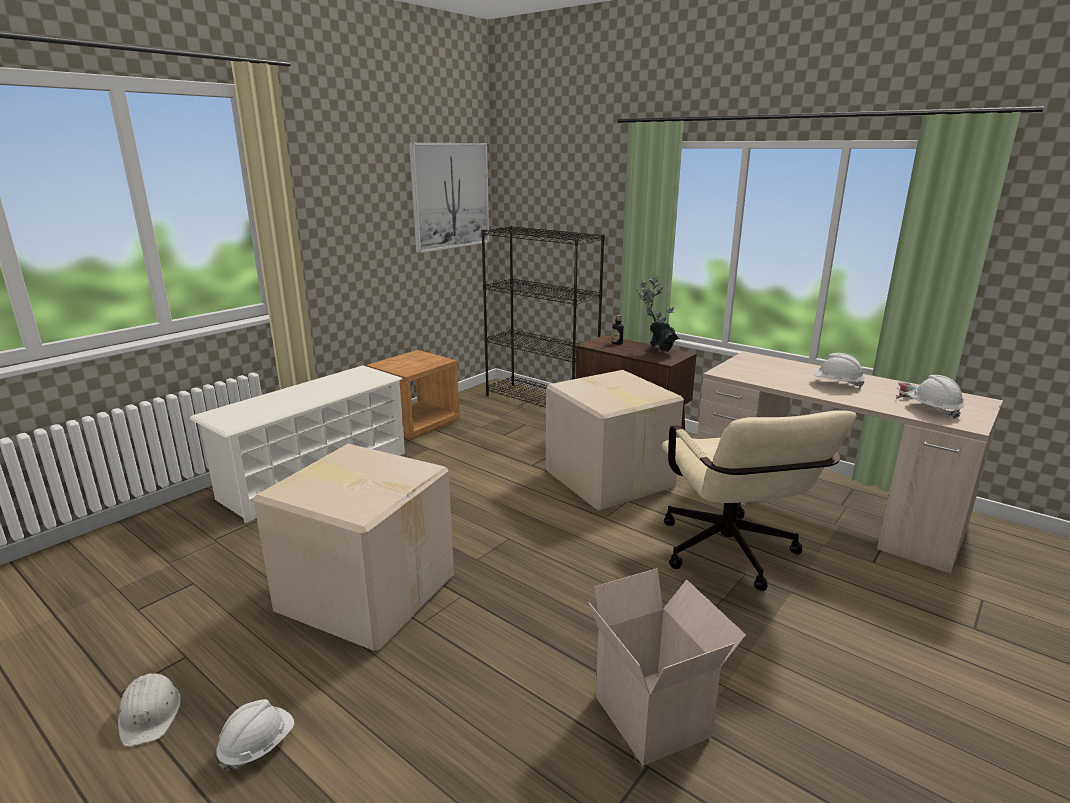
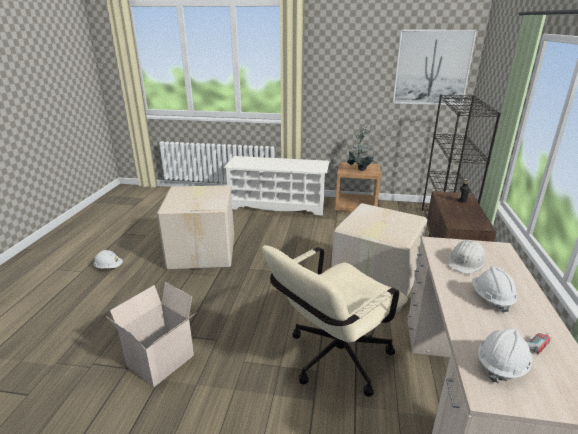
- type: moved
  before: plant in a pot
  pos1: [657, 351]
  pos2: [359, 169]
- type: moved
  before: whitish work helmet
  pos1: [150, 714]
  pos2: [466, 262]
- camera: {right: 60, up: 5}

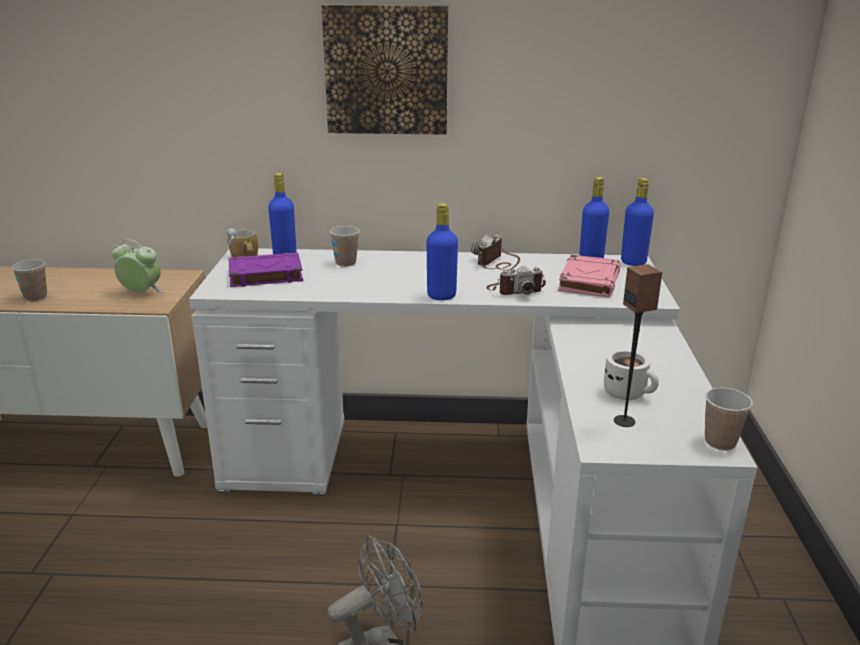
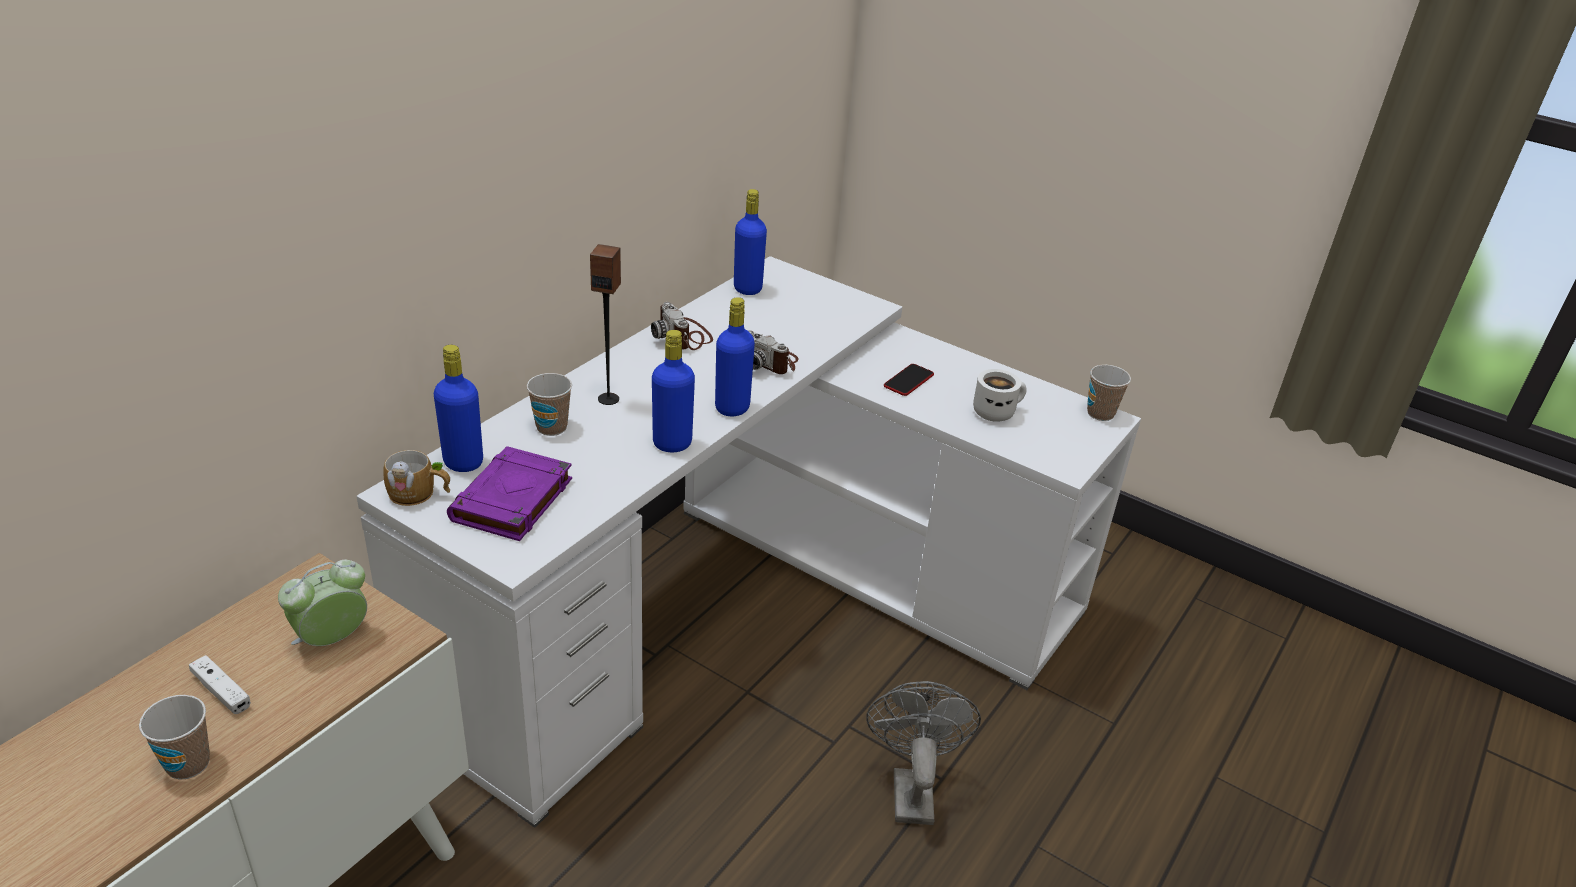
- type: added
  after: whitish game controller
  pos2: [221, 691]
- type: moved
  before: speaker
  pos1: [624, 421]
  pos2: [608, 399]
- type: moved
  before: blue beverage bottle
  pos1: [633, 262]
  pos2: [672, 443]
- type: turned
  before: still camera
  pos1: [515, 290]
  pos2: [769, 361]
  turn: 105
- type: added
  after: phone
  pos2: [908, 381]
- type: removed
  before: wall art
  pos1: [386, 70]
- type: removed
  before: pinkish volume
  pos1: [589, 281]
- camera: {right: -60, up: 10}

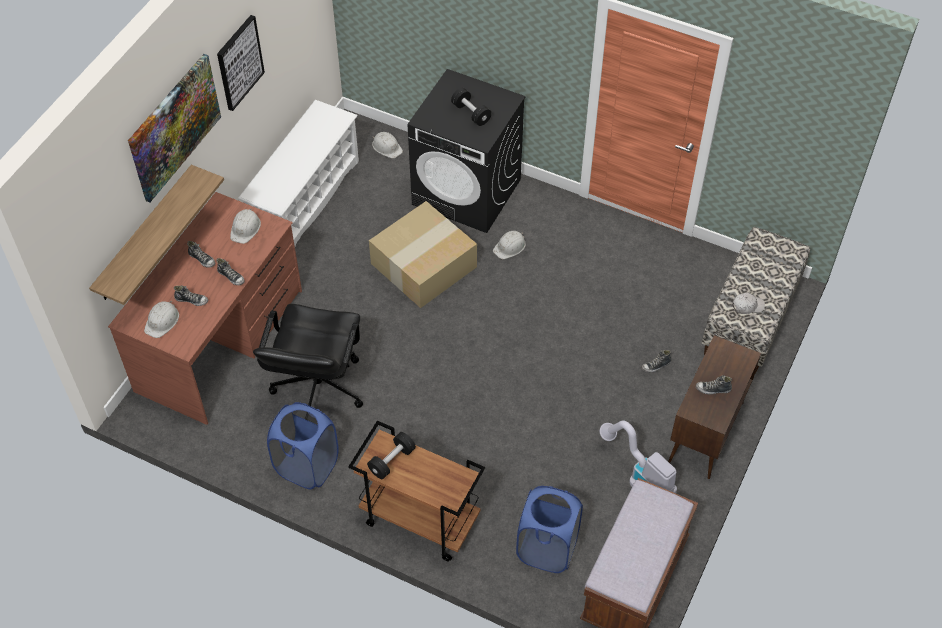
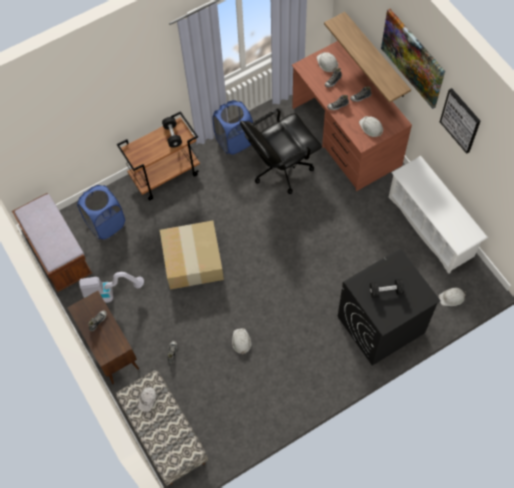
- type: moved
  before: cardboard box
  pos1: [423, 266]
  pos2: [191, 259]
- type: moved
  before: whitish work helmet
  pos1: [510, 247]
  pos2: [241, 341]
- type: turned
  before: black office chair
  pos1: [317, 388]
  pos2: [280, 167]
  turn: -75
- camera: {right: 125, up: 10}

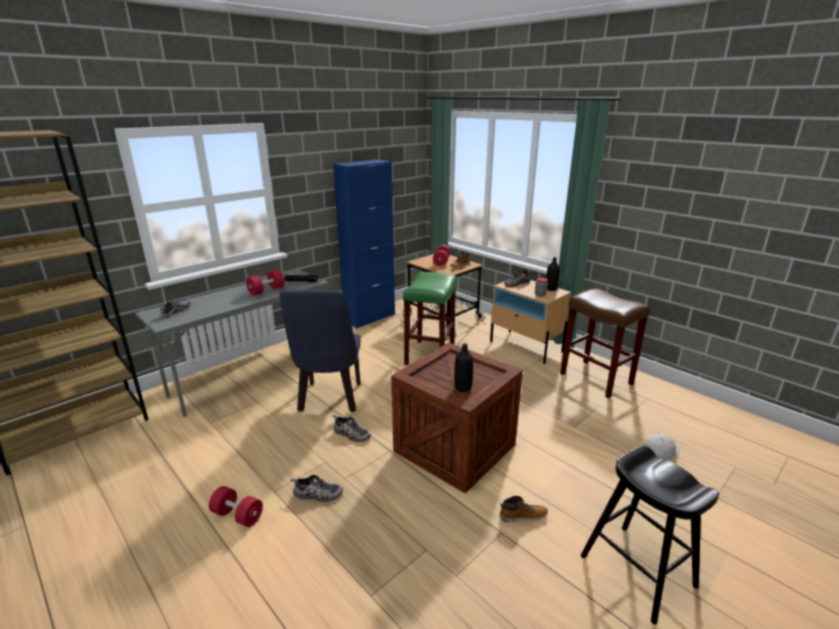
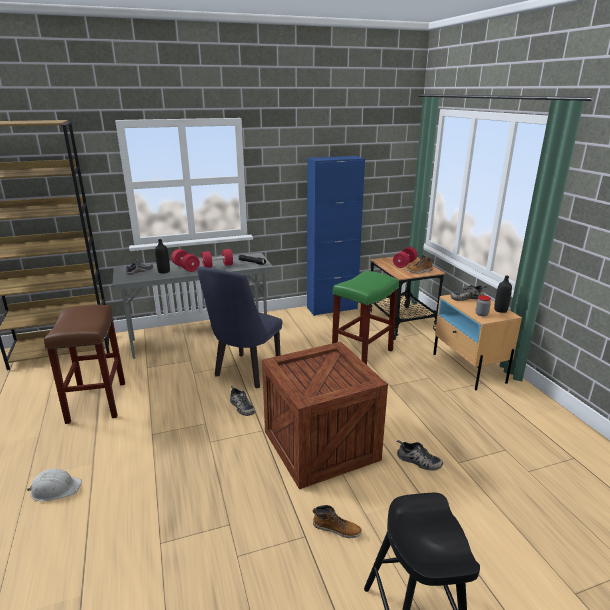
- type: moved
  before: whitish work helmet
  pos1: [659, 452]
  pos2: [55, 489]
- type: moved
  before: brown stool
  pos1: [595, 378]
  pos2: [96, 401]
- type: moved
  before: black beverage bottle
  pos1: [463, 387]
  pos2: [164, 271]
- type: moved
  before: reddish dumbbell
  pos1: [237, 515]
  pos2: [186, 268]
- type: moved
  before: item of footwear
  pos1: [317, 495]
  pos2: [418, 461]
- camera: {right: 25, up: 0}

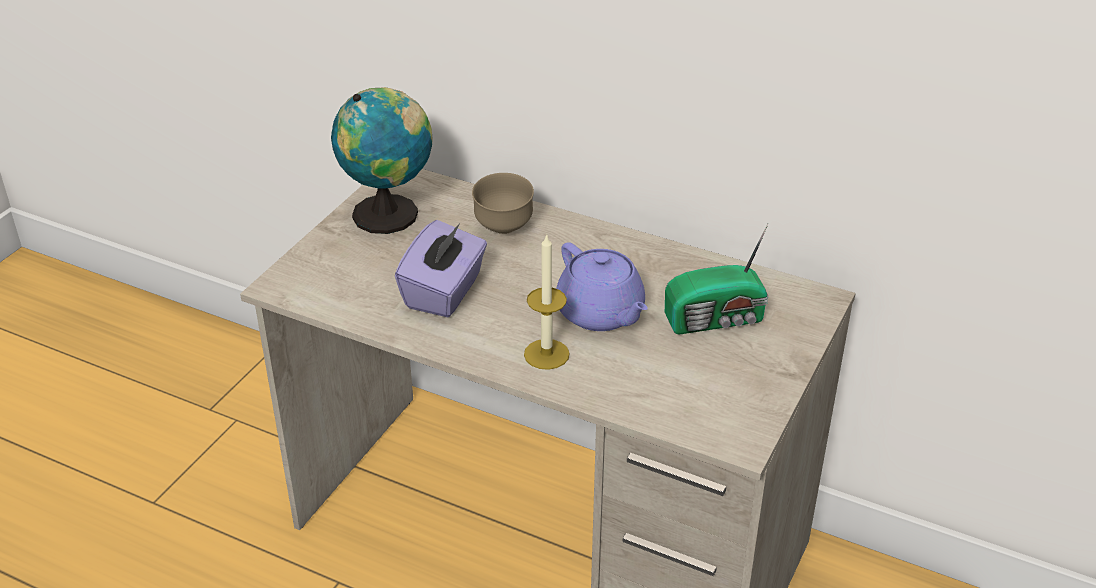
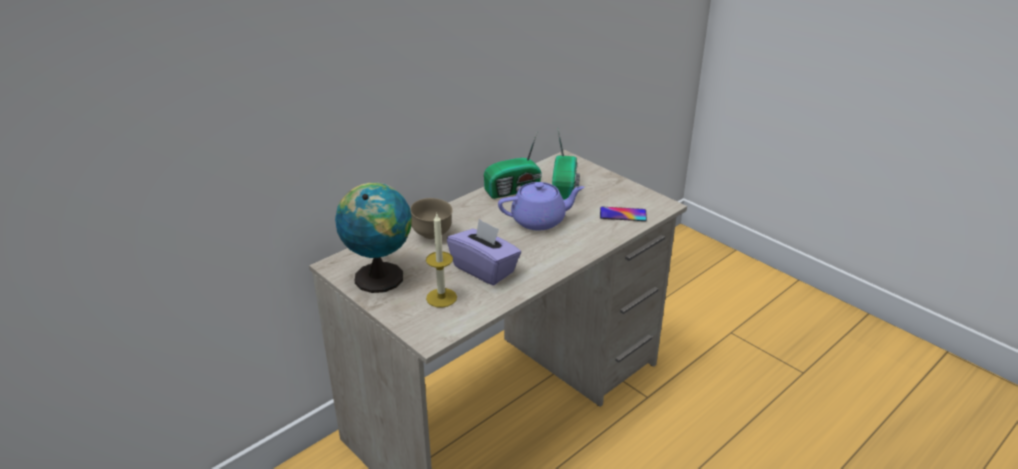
- type: moved
  before: wax candle
  pos1: [546, 354]
  pos2: [441, 298]
- type: added
  after: radio
  pos2: [514, 190]
- type: added
  after: phone
  pos2: [623, 214]
- camera: {right: -70, up: -5}

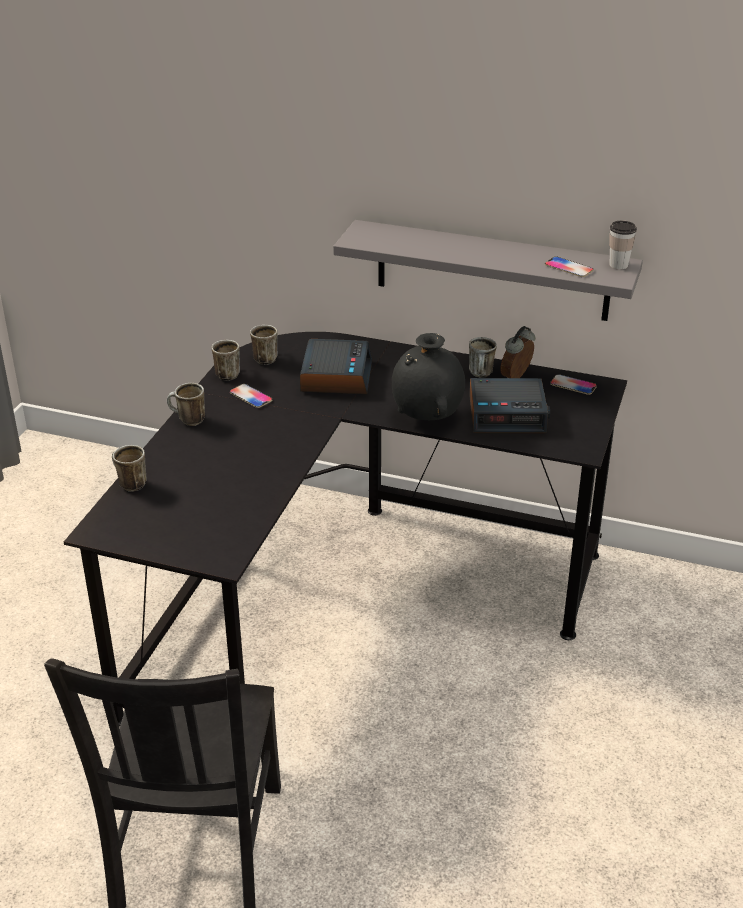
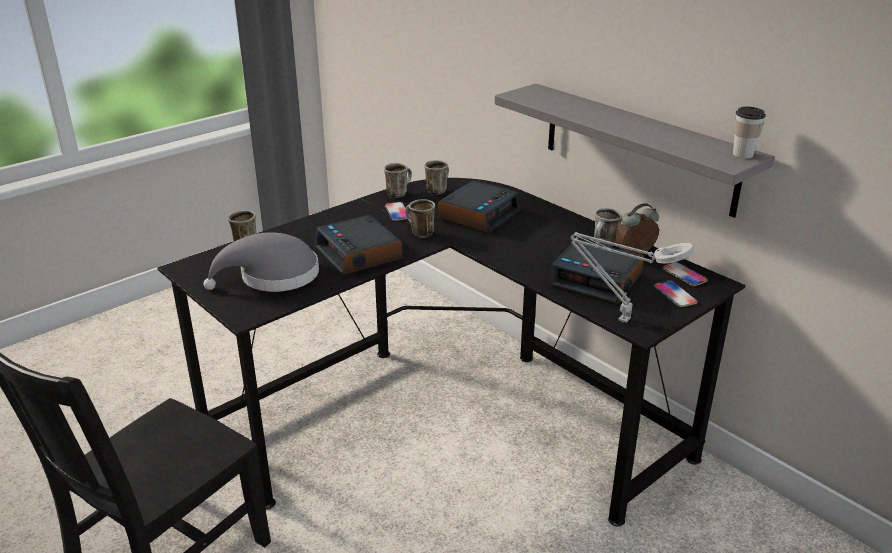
- type: added
  after: greyish hat
  pos2: [273, 277]
- type: added
  after: table clock
  pos2: [359, 254]
- type: moved
  before: tea mug
  pos1: [187, 421]
  pos2: [418, 233]
- type: added
  after: greyish lamp for a table
  pos2: [620, 319]
- type: moved
  before: phone
  pos1: [568, 268]
  pos2: [675, 294]
- type: removed
  before: black flower vase
  pos1: [427, 418]
- camera: {right: 30, up: -5}

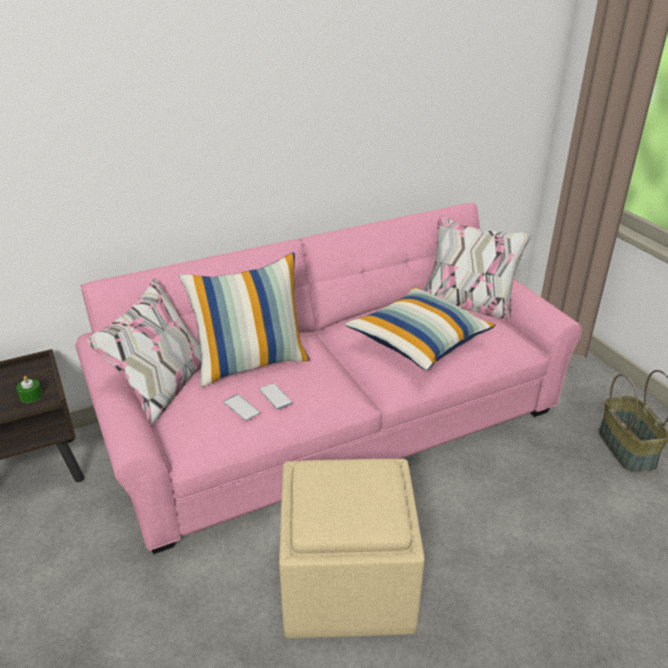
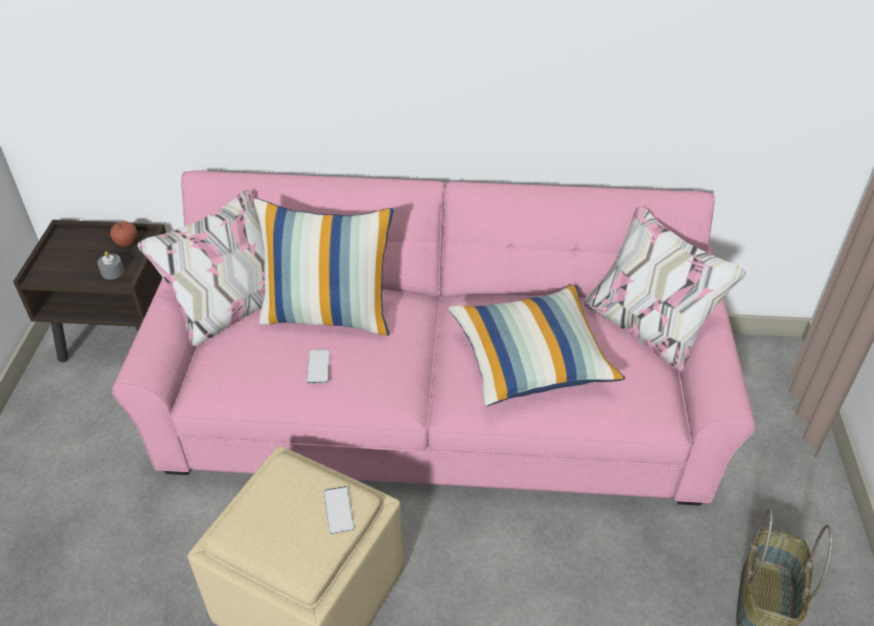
- type: recoloured
  before: green wax candle
  after: greyish wax candle
  pos1: [31, 396]
  pos2: [112, 272]
- type: added
  after: apple fruit
  pos2: [126, 243]
- type: moved
  before: phone
  pos1: [241, 407]
  pos2: [338, 510]
- camera: {right: 30, up: 10}

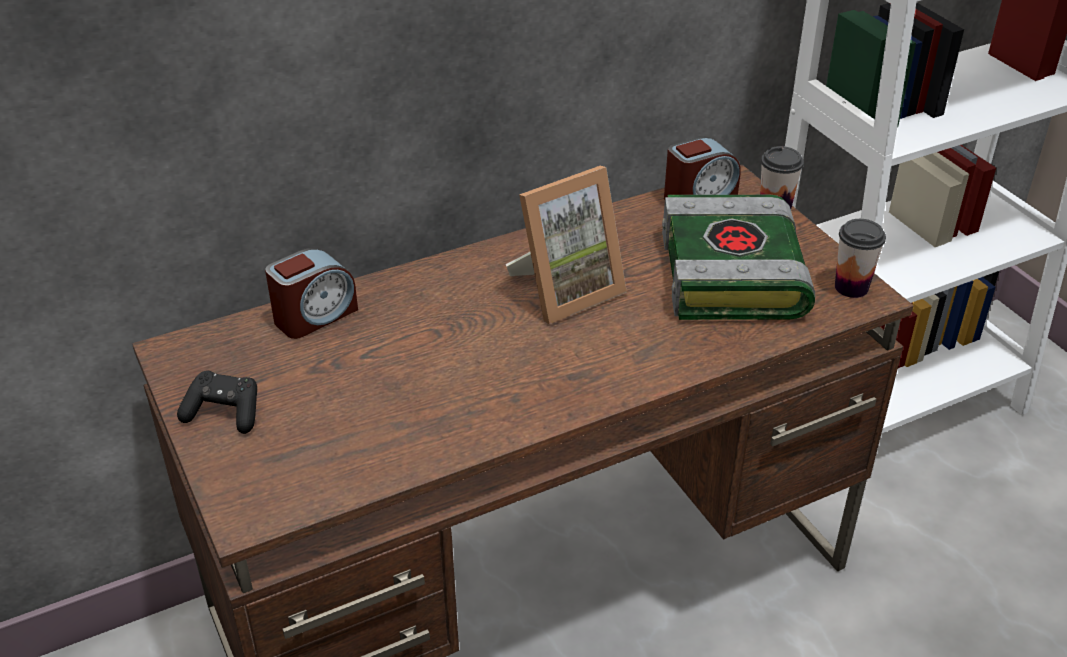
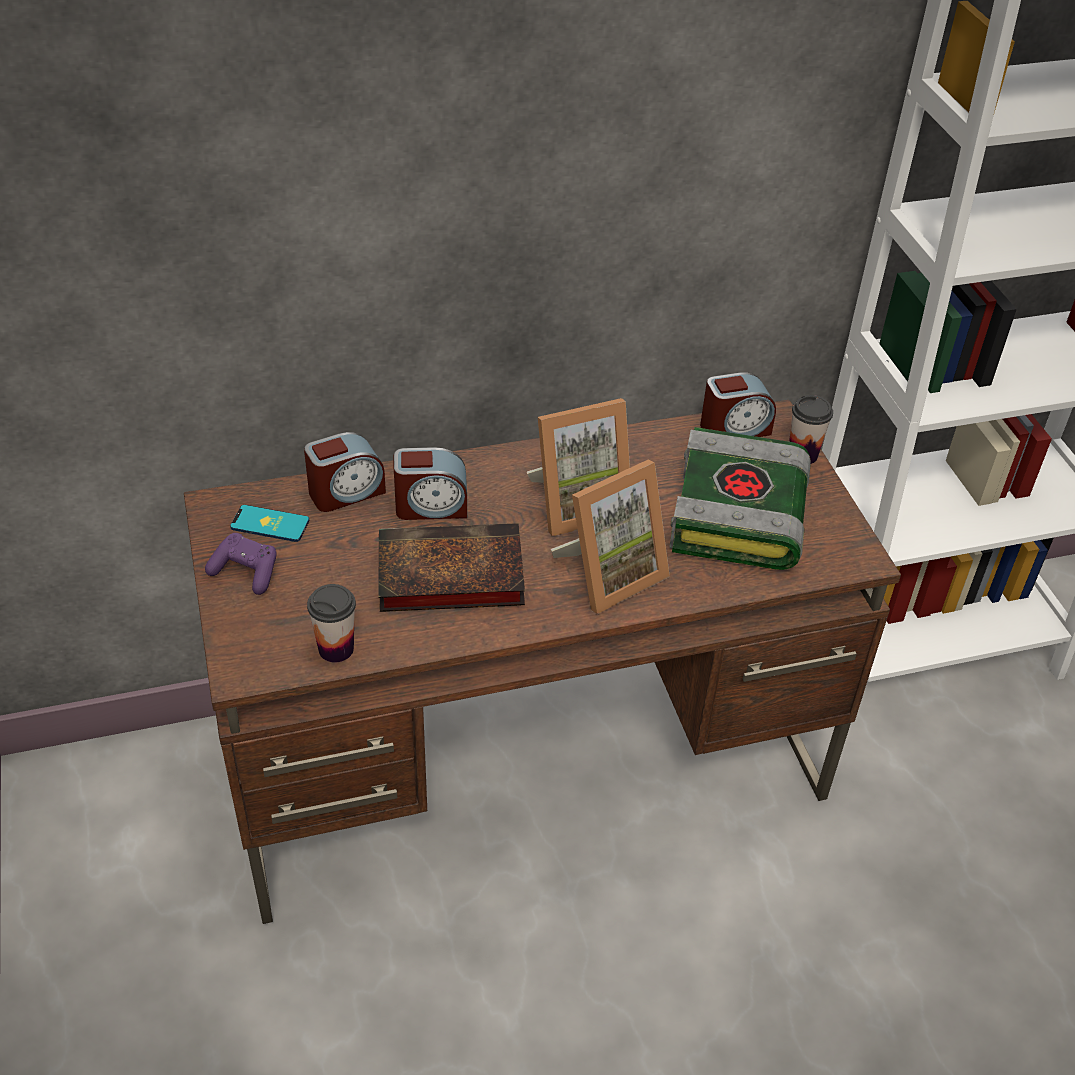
- type: recoloured
  before: black game controller
  after: purplish game controller
  pos1: [224, 413]
  pos2: [246, 572]
- type: added
  after: phone
  pos2: [270, 524]
- type: moved
  before: small cup
  pos1: [851, 287]
  pos2: [336, 649]
- type: added
  after: volume
  pos2: [446, 575]
- type: added
  after: table clock
  pos2: [431, 506]
- type: added
  after: standing frame
  pos2: [609, 574]
- camera: {right: 10, up: 5}

